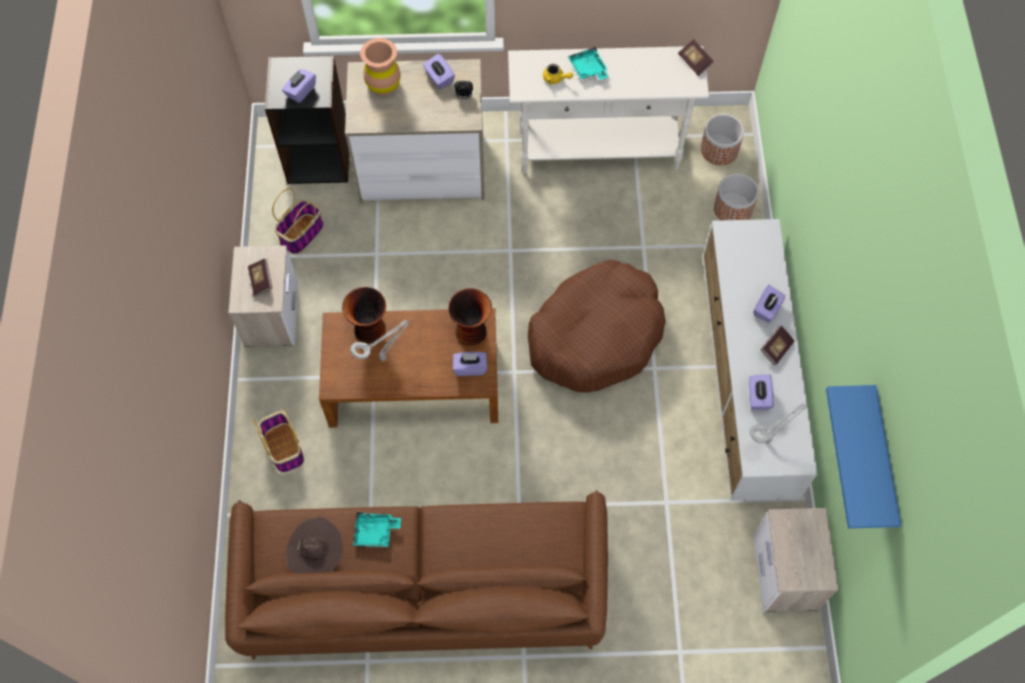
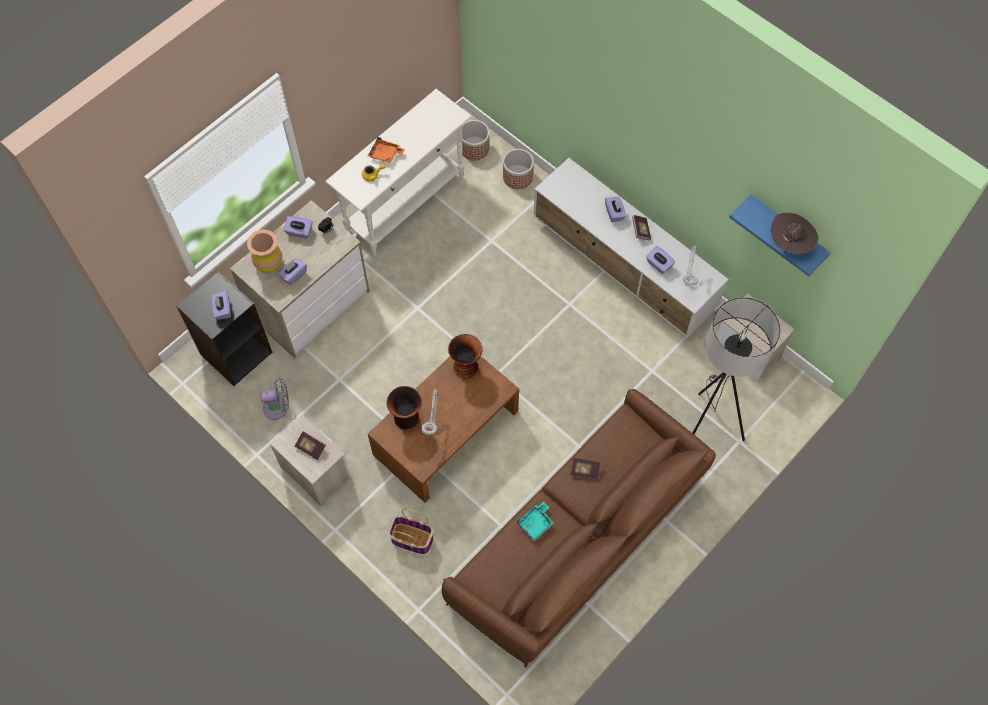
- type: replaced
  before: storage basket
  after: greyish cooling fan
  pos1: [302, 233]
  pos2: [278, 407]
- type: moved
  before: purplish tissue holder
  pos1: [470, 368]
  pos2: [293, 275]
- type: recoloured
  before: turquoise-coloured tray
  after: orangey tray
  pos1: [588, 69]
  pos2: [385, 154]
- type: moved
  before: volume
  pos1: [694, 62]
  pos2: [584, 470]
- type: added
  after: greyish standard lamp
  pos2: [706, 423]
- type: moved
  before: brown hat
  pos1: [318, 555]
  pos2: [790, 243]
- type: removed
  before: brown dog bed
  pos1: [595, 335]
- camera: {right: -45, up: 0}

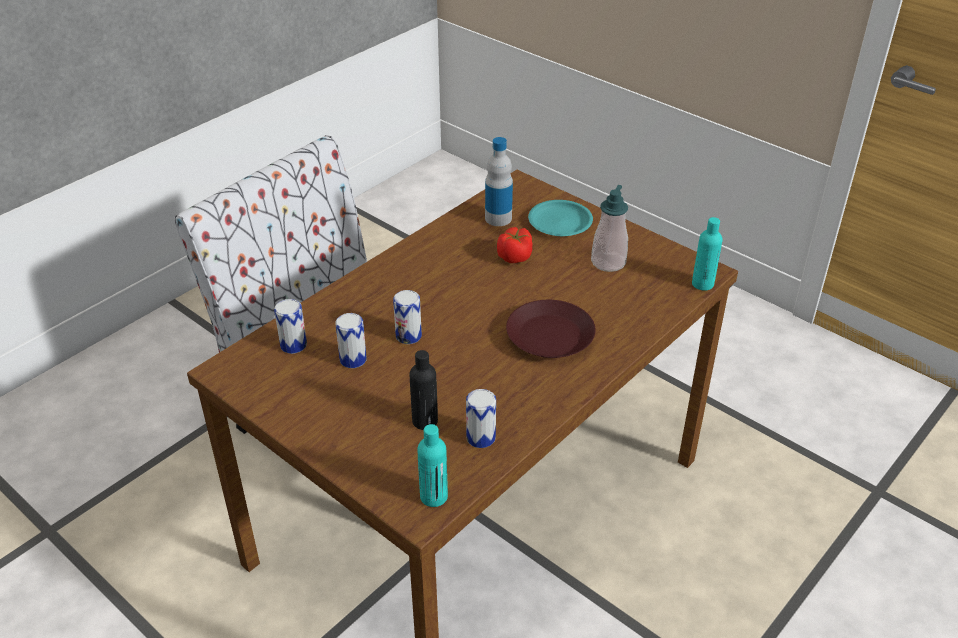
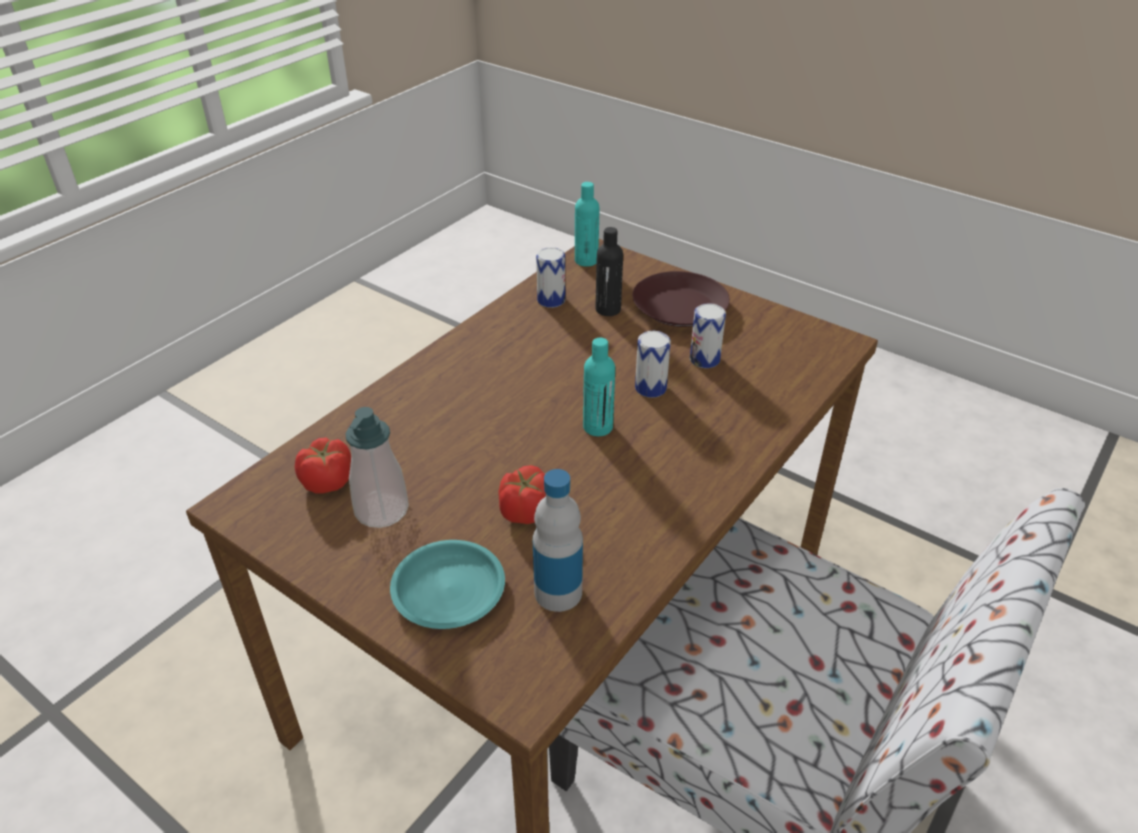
- type: added
  after: fresh tomato
  pos2: [328, 481]
- type: moved
  before: turquoise-coloured beverage bottle
  pos1: [702, 284]
  pos2: [598, 427]
- type: moved
  before: brown dinner plate
  pos1: [549, 336]
  pos2: [680, 307]
- type: removed
  before: metal can
  pos1: [293, 345]
- camera: {right: 175, up: 0}

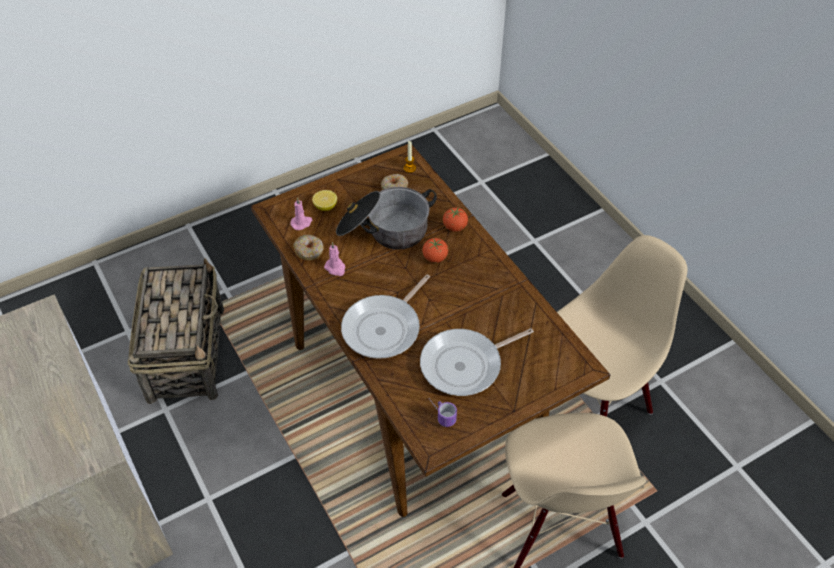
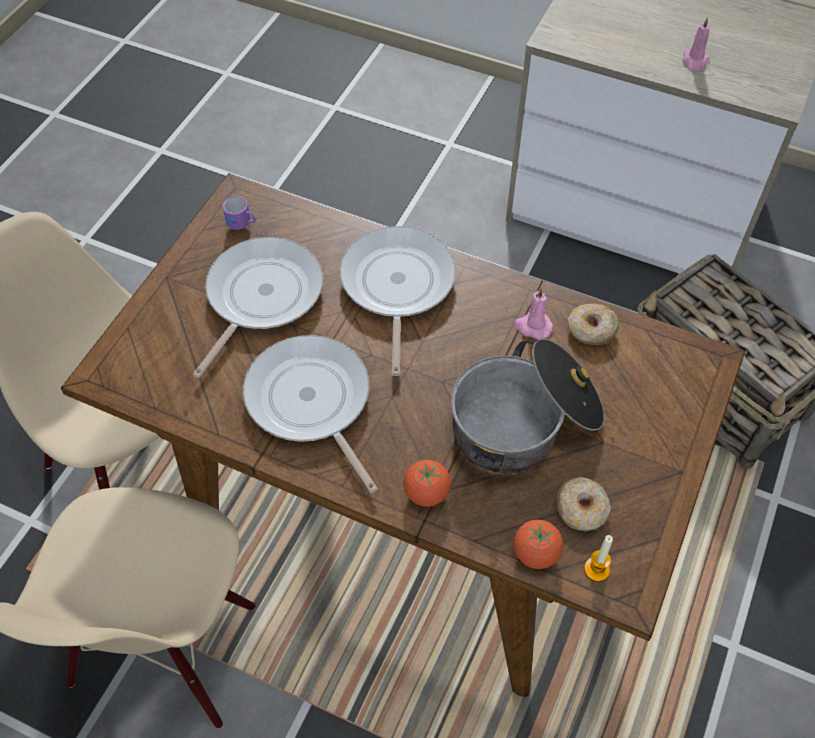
- type: added
  after: frying pan
  pos2: [311, 402]
- type: moved
  before: fresh tomato
  pos1: [435, 258]
  pos2: [535, 553]
- type: moved
  before: pinkish wax candle
  pos1: [301, 223]
  pos2: [694, 61]
- type: removed
  before: lemon
  pos1: [325, 206]
- camera: {right: 145, up: 5}

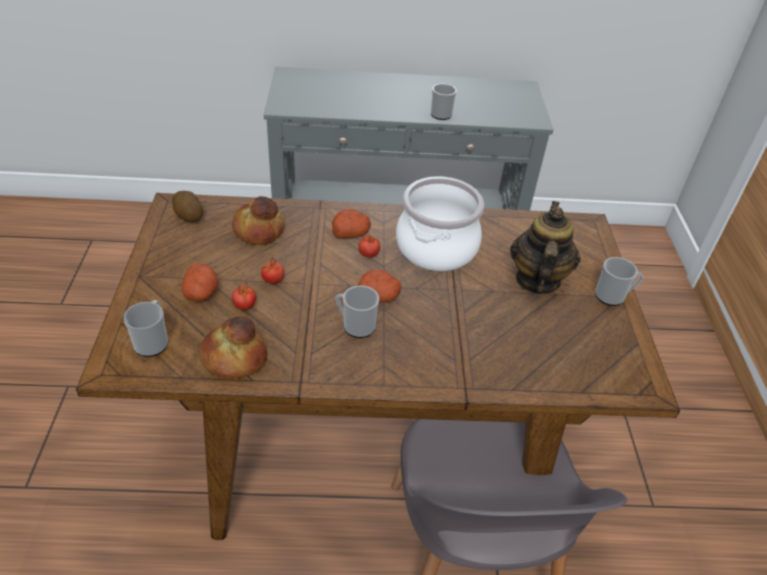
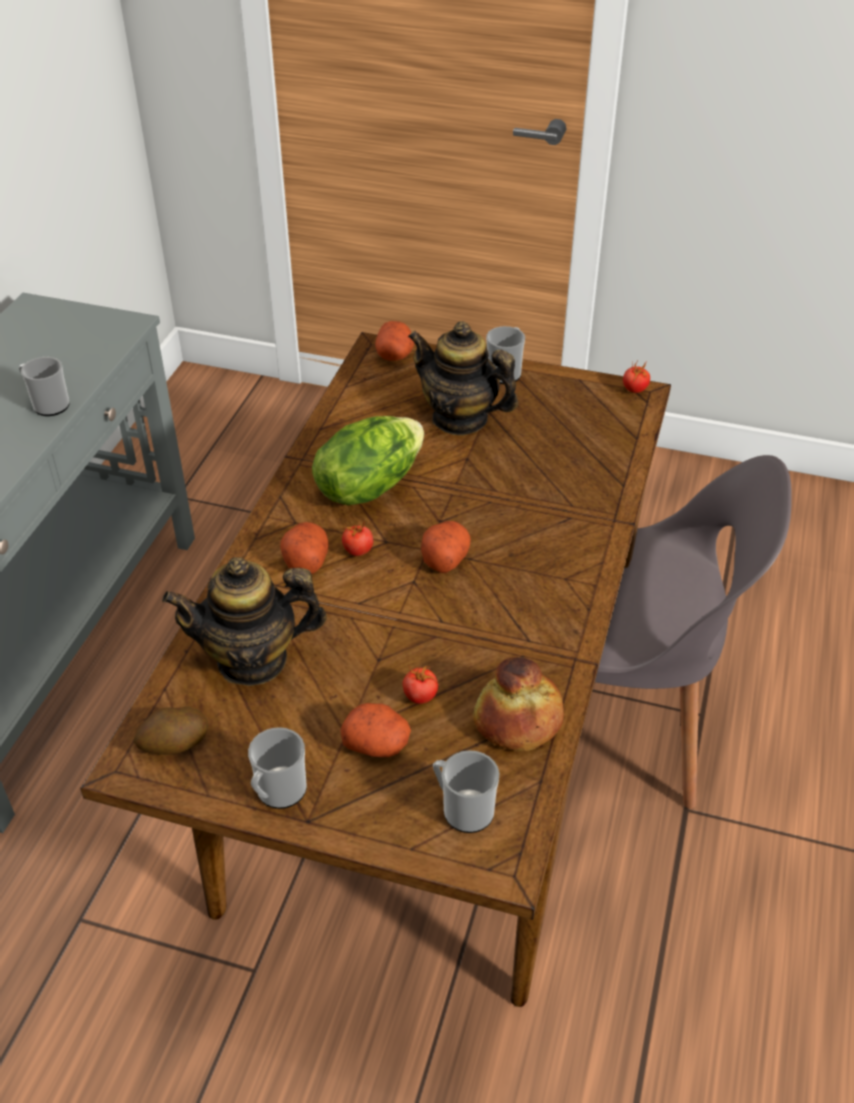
- type: replaced
  before: bakery bread
  after: tea pot
  pos1: [258, 230]
  pos2: [252, 660]
- type: moved
  before: tea mug
  pos1: [355, 325]
  pos2: [278, 793]
- type: replaced
  before: saucepot
  after: lettuce
  pos1: [435, 247]
  pos2: [368, 485]
- type: added
  after: spud
  pos2: [395, 355]
- type: moved
  before: fresh tomato
  pos1: [273, 280]
  pos2: [634, 390]
- camera: {right: -70, up: 0}

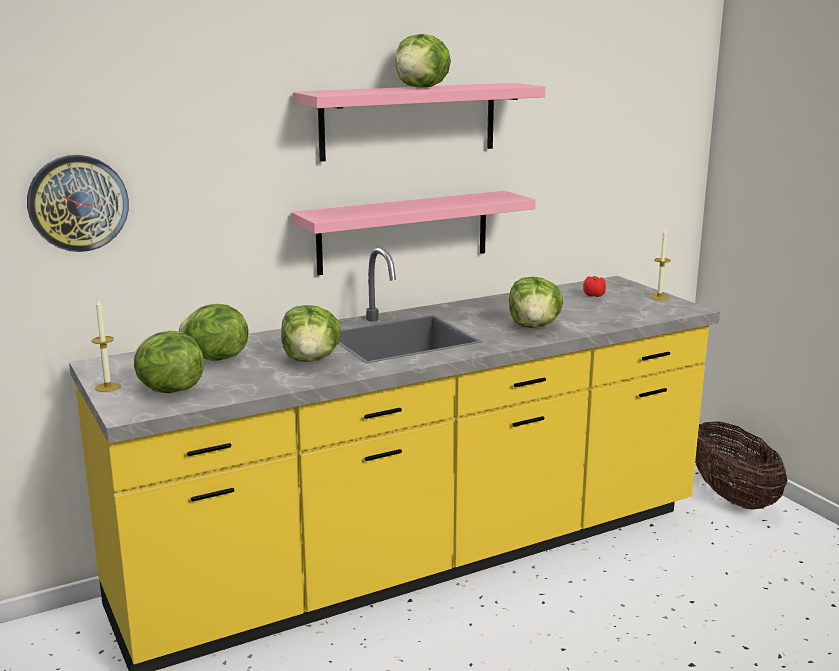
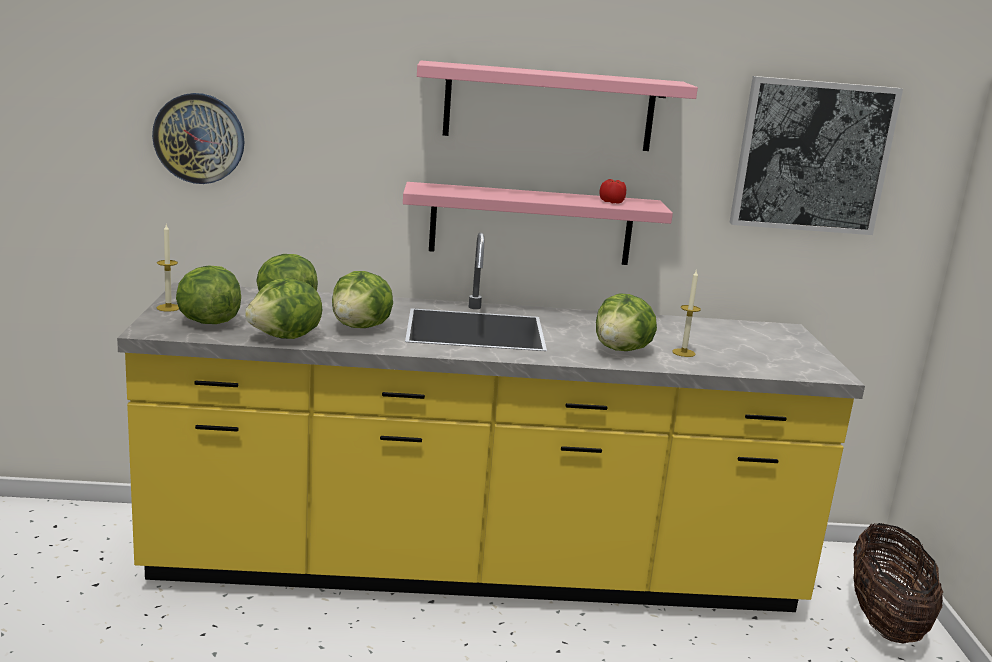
- type: moved
  before: lettuce
  pos1: [422, 88]
  pos2: [286, 337]
- type: moved
  before: fresh tomato
  pos1: [594, 295]
  pos2: [612, 202]
- type: moved
  before: wax candle
  pos1: [659, 297]
  pos2: [683, 353]
- type: added
  after: wall art
  pos2: [812, 156]
- camera: {right: 25, up: 0}

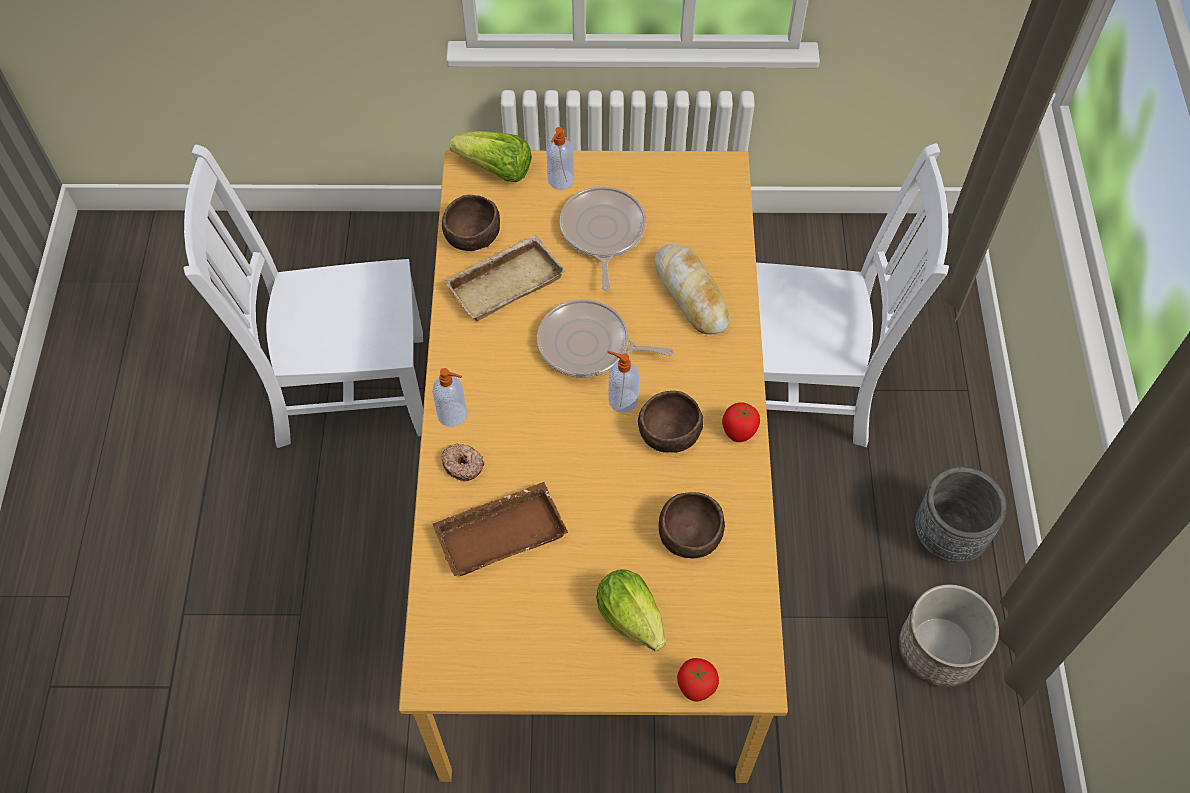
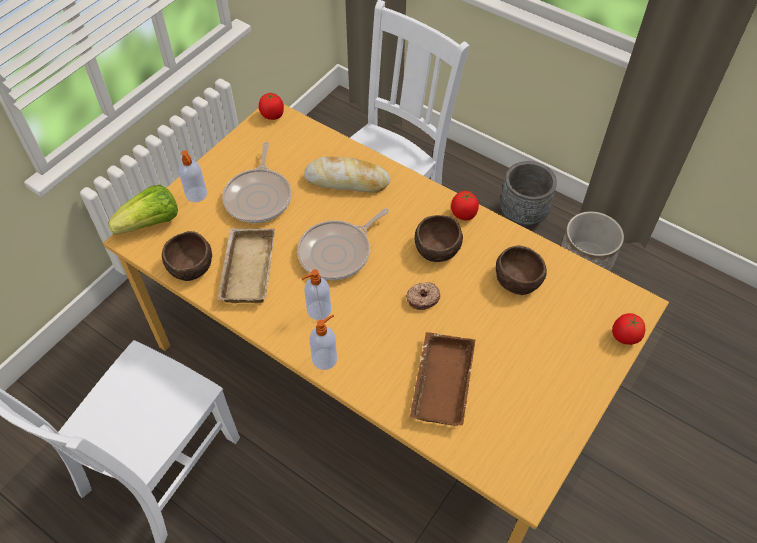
- type: turned
  before: frying pan
  pos1: [602, 233]
  pos2: [259, 197]
  turn: -120
- type: added
  after: fresh tomato
  pos2: [272, 115]
- type: moved
  before: liquid soap bottle
  pos1: [622, 400]
  pos2: [318, 311]
- type: moved
  before: donut
  pos1: [463, 465]
  pos2: [422, 298]
- type: removed
  before: lettuce
  pos1: [634, 622]
- camera: {right: -55, up: -5}

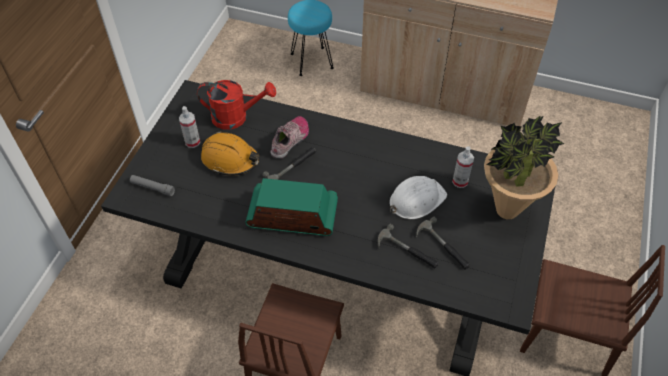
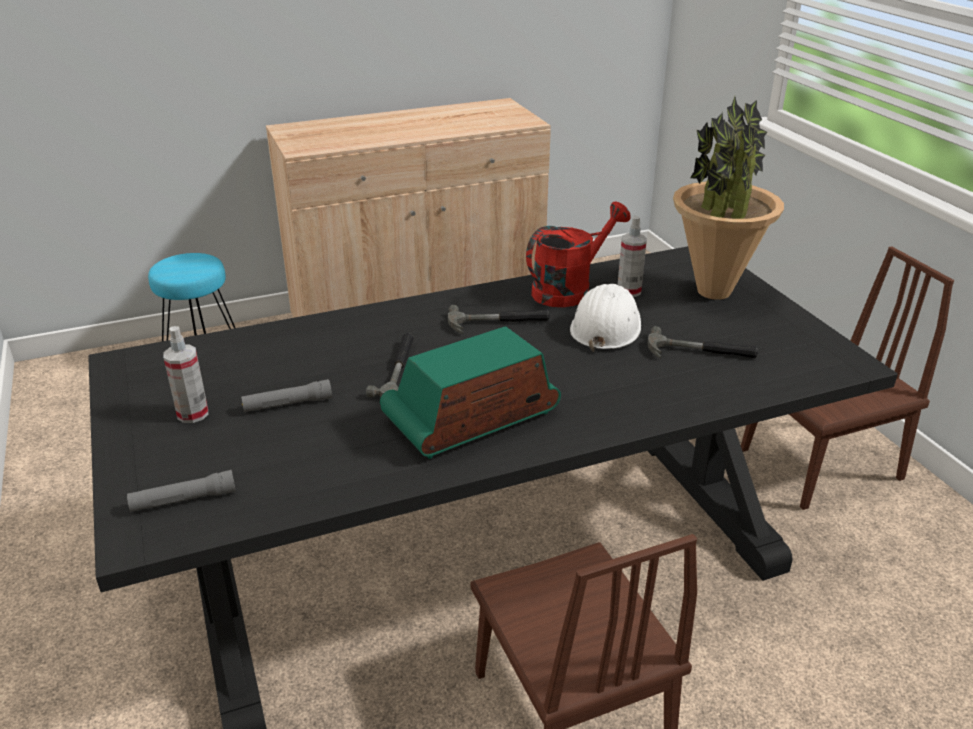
- type: replaced
  before: orangey work helmet
  after: greyish hand torch
  pos1: [230, 159]
  pos2: [287, 404]
- type: moved
  before: hand hammer
  pos1: [407, 251]
  pos2: [498, 323]
- type: moved
  before: reddish watering can
  pos1: [236, 117]
  pos2: [569, 289]
- type: removed
  before: item of footwear
  pos1: [290, 140]
- camera: {right: -40, up: -20}

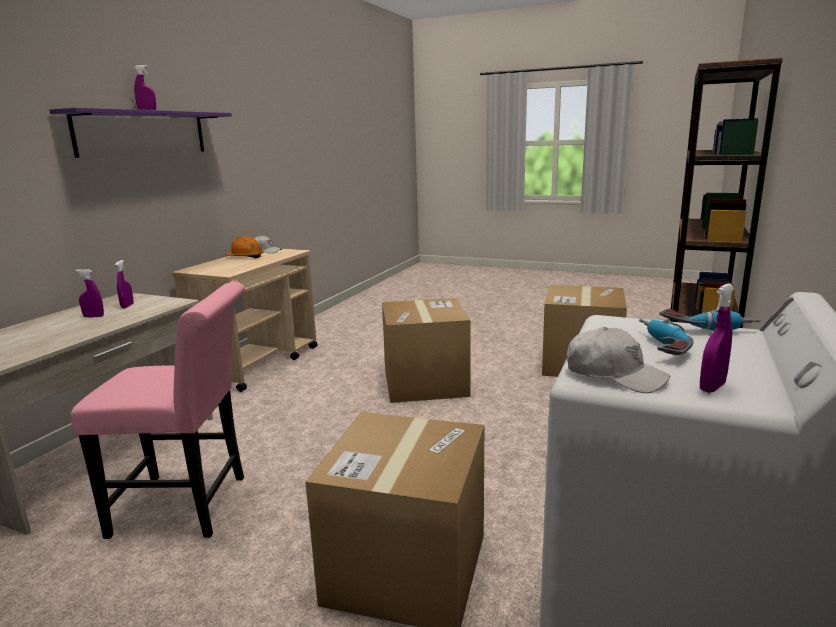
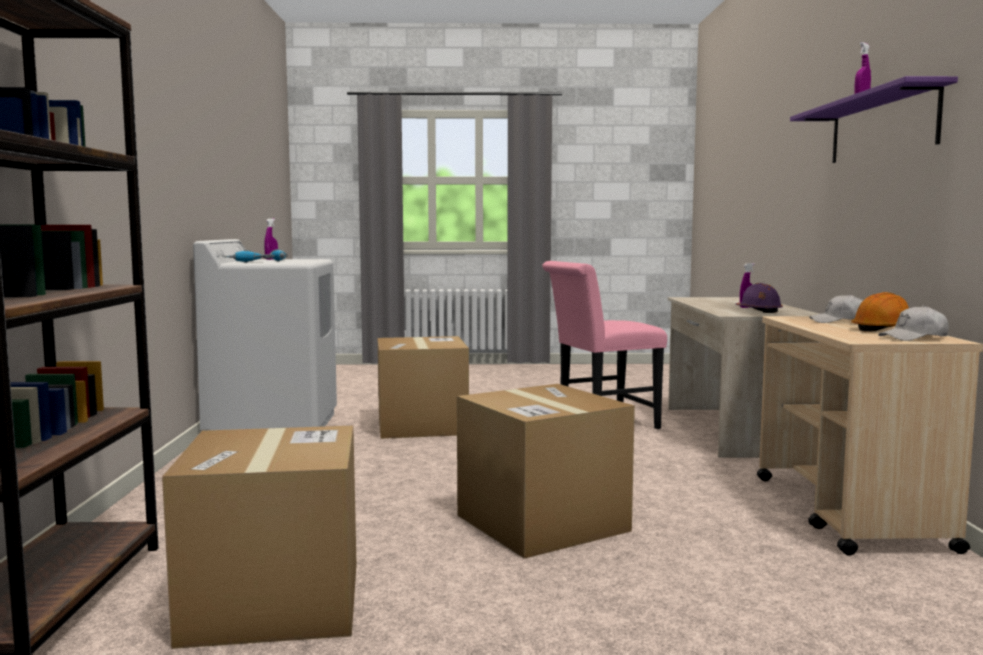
- type: replaced
  before: purplish spray bottle
  after: purplish work helmet
  pos1: [127, 306]
  pos2: [758, 311]
- type: moved
  before: whitish cap
  pos1: [614, 375]
  pos2: [840, 321]
- camera: {right: 155, up: -10}

